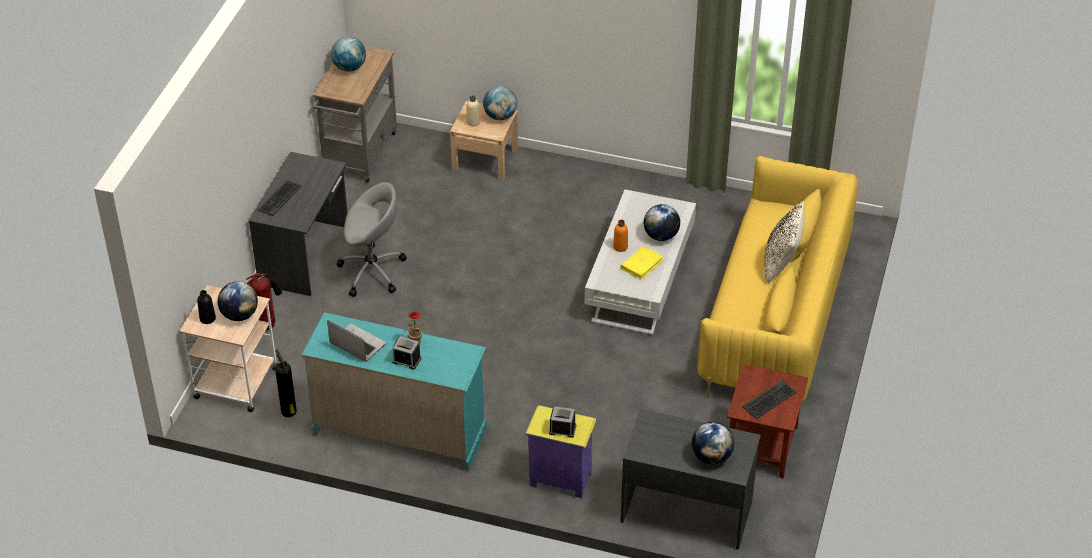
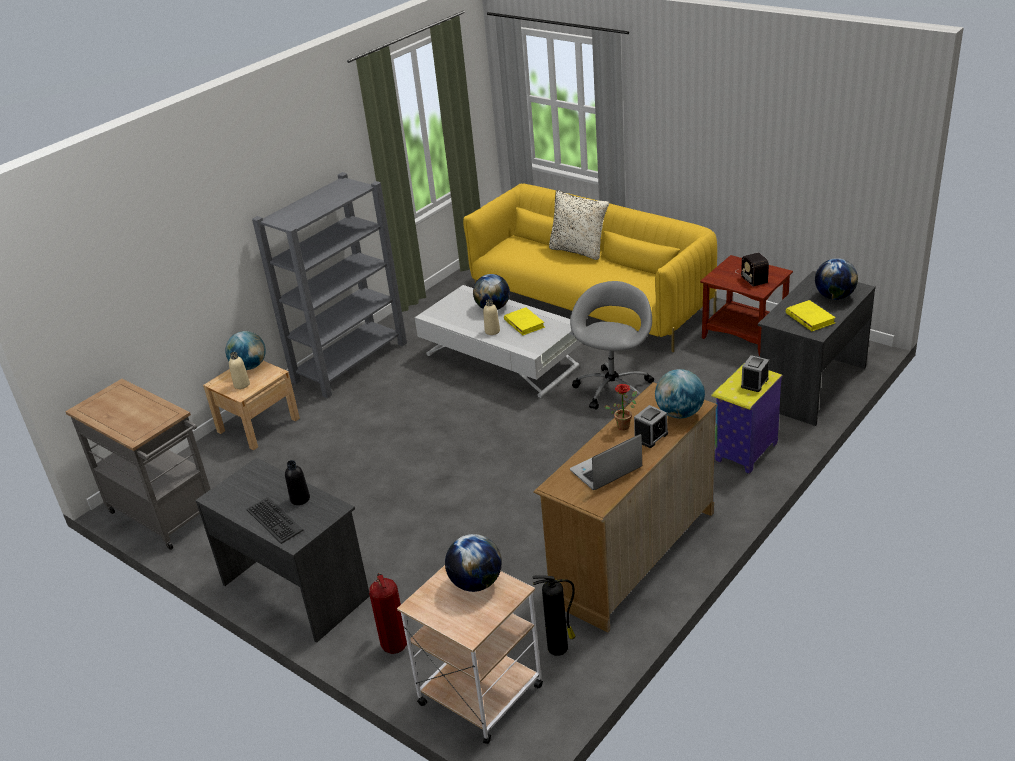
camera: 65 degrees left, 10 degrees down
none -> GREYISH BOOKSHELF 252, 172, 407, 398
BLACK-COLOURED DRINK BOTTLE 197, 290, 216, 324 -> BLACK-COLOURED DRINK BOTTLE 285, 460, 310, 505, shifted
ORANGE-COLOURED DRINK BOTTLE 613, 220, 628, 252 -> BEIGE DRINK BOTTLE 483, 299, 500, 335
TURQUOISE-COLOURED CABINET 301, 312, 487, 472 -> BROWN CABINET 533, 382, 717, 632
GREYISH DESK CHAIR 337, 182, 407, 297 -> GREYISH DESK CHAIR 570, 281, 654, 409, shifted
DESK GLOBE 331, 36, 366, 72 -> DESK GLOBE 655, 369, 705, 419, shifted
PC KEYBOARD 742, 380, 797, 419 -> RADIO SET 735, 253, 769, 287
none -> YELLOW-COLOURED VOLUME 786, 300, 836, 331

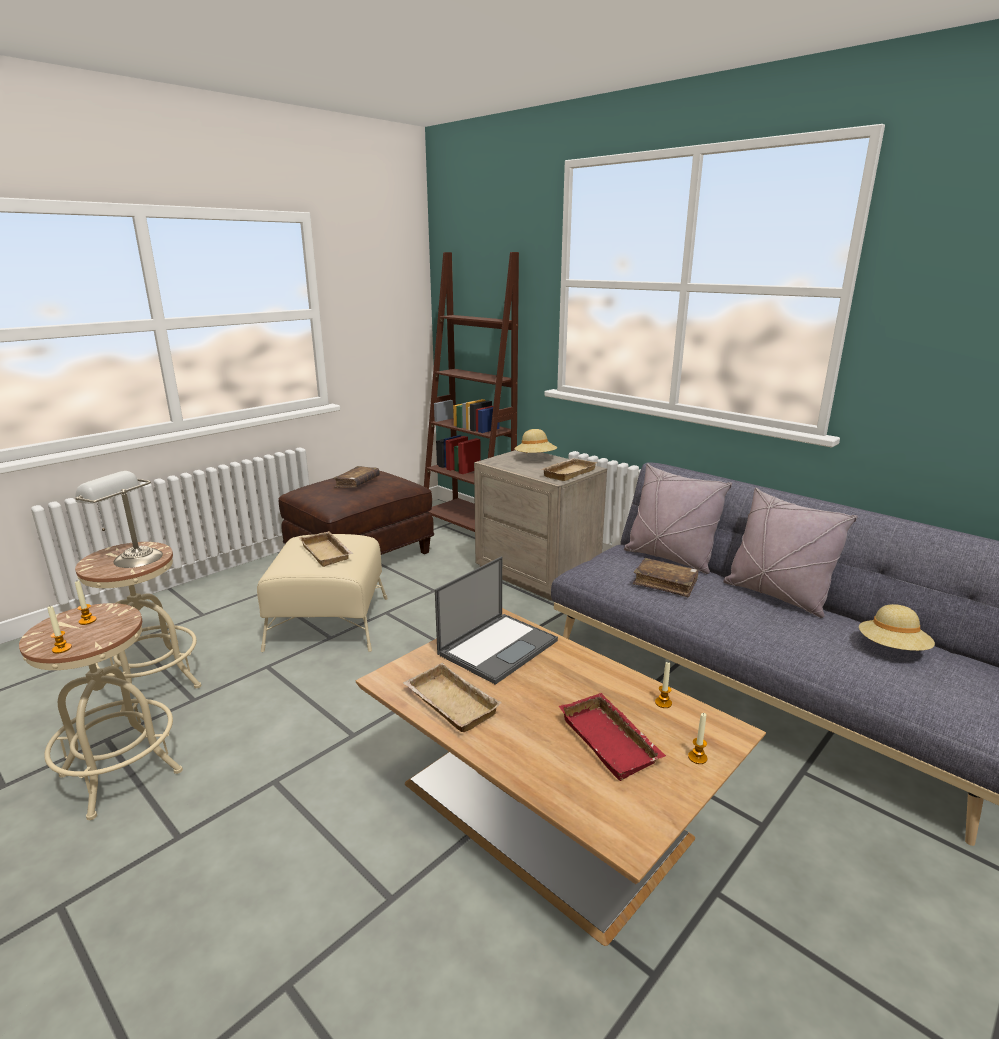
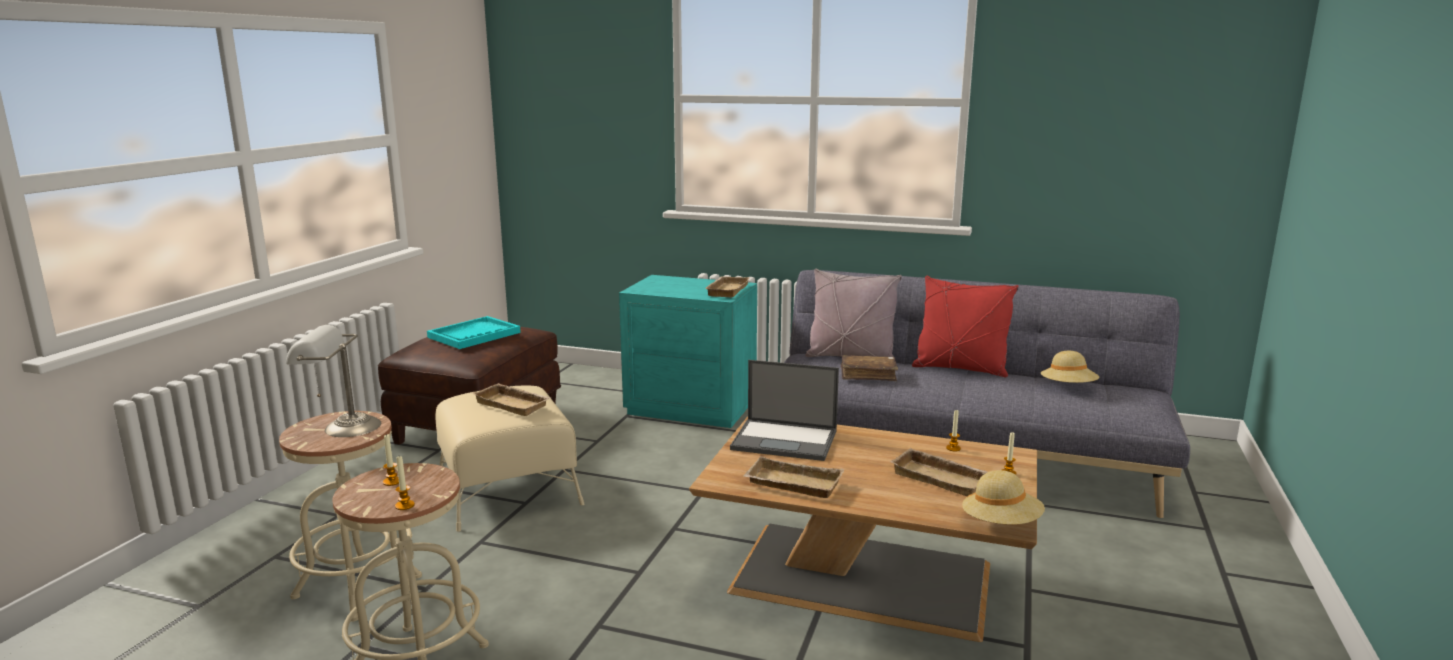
camera: 25 degrees left, 5 degrees down
BROWN VOLUME 333, 466, 380, 488 -> TURQUOISE-COLOURED CARRYING TRAY 427, 316, 521, 349
BEIGE NIGHT TABLE 474, 450, 607, 602 -> TURQUOISE-COLOURED NIGHT TABLE 619, 275, 757, 428
PORTABLE COMPUTER 435, 556, 558, 685 -> PORTABLE COMPUTER 730, 360, 839, 461, 90 degrees clockwise
REDDISH CARRYING TRAY 559, 693, 666, 781 -> BEIGE CARRYING TRAY 890, 448, 987, 496
PURPLISH THROW PILLOW 723, 488, 858, 618 -> REDDISH THROW PILLOW 912, 276, 1019, 377
BEIGE HAT 514, 429, 557, 453 -> BEIGE HAT 962, 470, 1045, 525, shifted
BROWN BOOKSHELF 424, 252, 519, 532 -> none

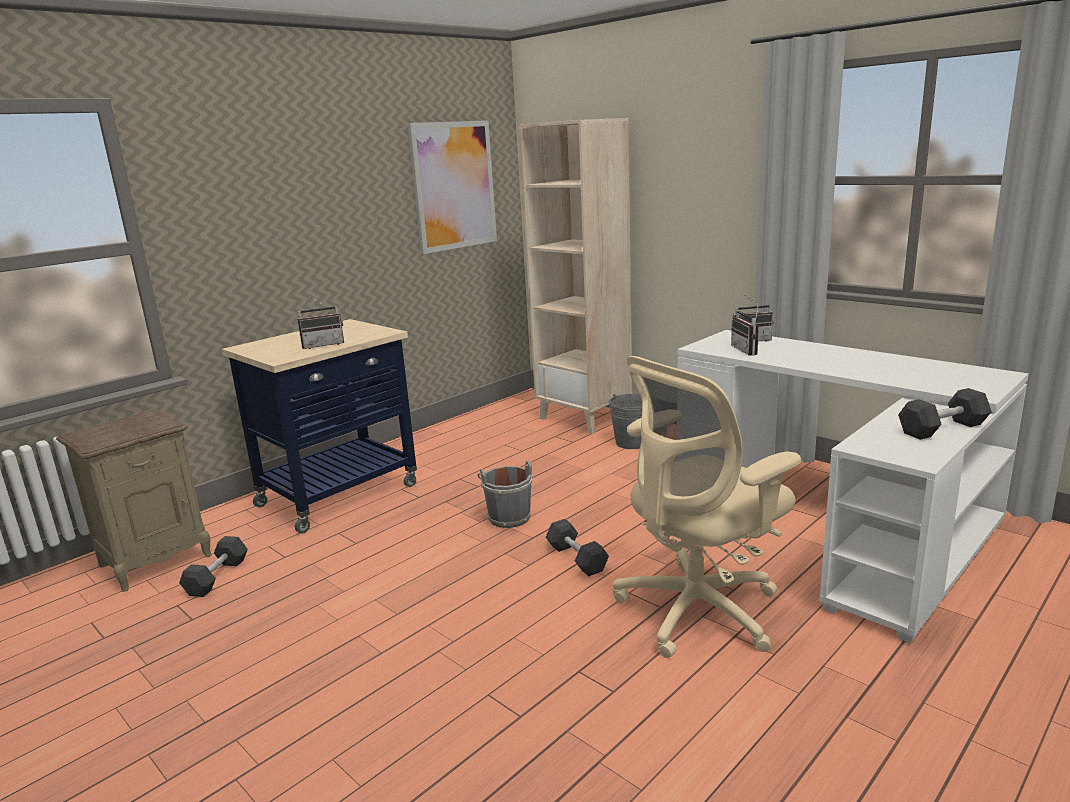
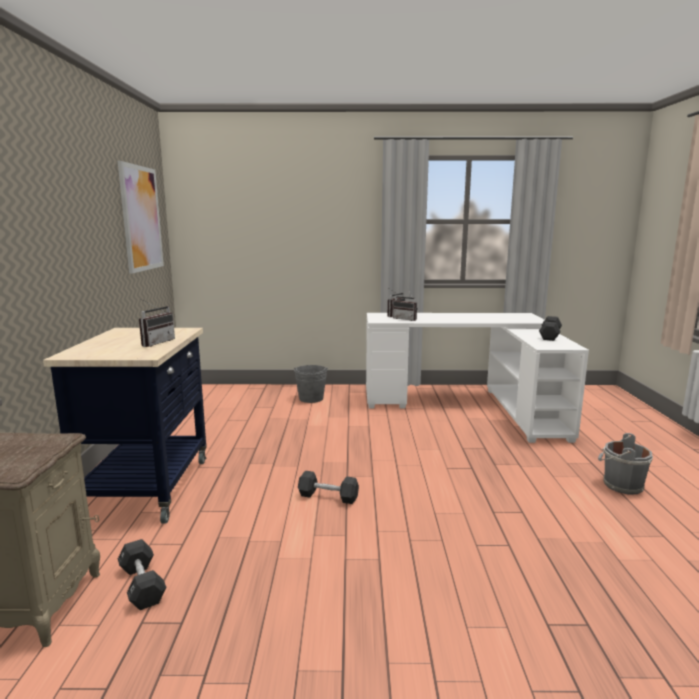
camera: 45 degrees left, 5 degrees down
BLACK-COLOURED HAND WEIGHT 546, 519, 609, 576 -> BLACK-COLOURED HAND WEIGHT 298, 471, 359, 504, shifted
GREYISH BUCKET 478, 461, 533, 528 -> GREYISH BUCKET 598, 433, 653, 494, shifted
BEIGE BOOKSHELF 519, 118, 632, 434 -> none
BEIGE DESK CHAIR 613, 356, 801, 658 -> none

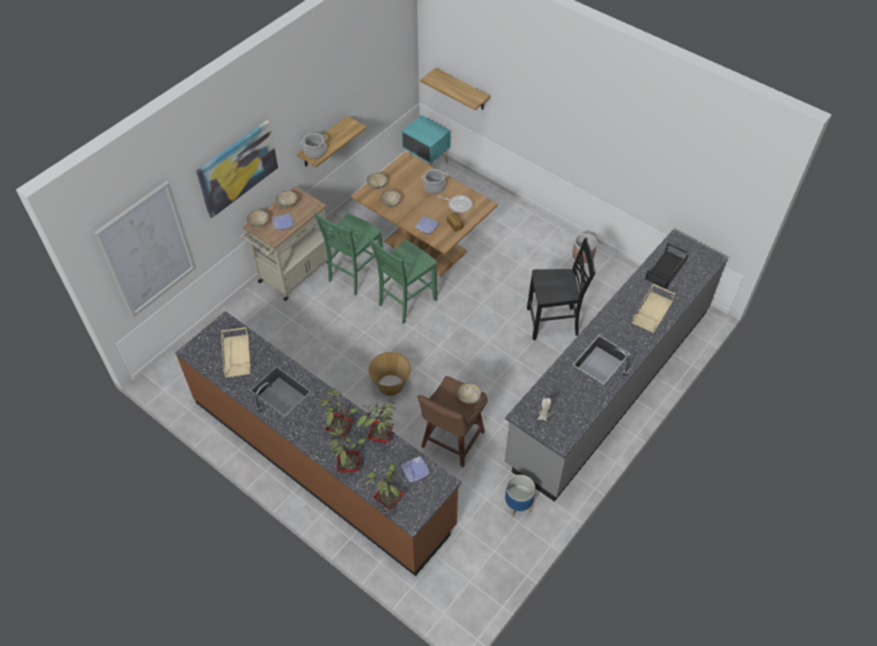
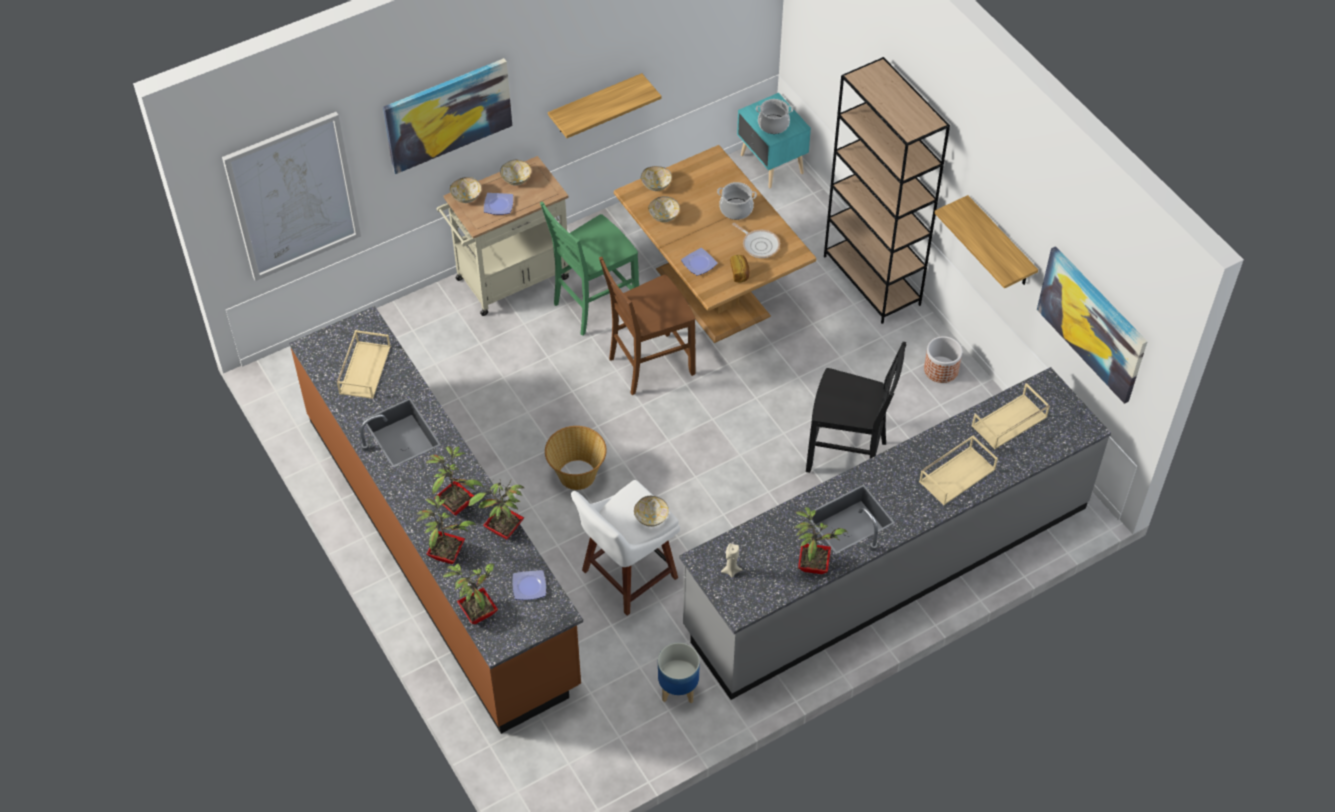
camera: 20 degrees right, 0 degrees up
BROWN STOOL 418, 376, 488, 468 -> WHITE STOOL 571, 480, 680, 615
GREEN-COLOURED CHAIR 368, 237, 438, 324 -> BROWN CHAIR 599, 257, 696, 395
SAUCEPOT 300, 133, 327, 159 -> SAUCEPOT 756, 99, 793, 134, shifted
none -> HOUSEPLANT 794, 507, 848, 574
none -> BEIGE BOOKSHELF 824, 57, 950, 324
WALL SHELF 420, 68, 491, 110 -> WALL SHELF 934, 195, 1038, 289, shifted
BLACK-COLOURED CARRYING TRAY 645, 243, 689, 289 -> BEIGE CARRYING TRAY 972, 383, 1050, 450
none -> WALL PICTURE 1037, 246, 1148, 404

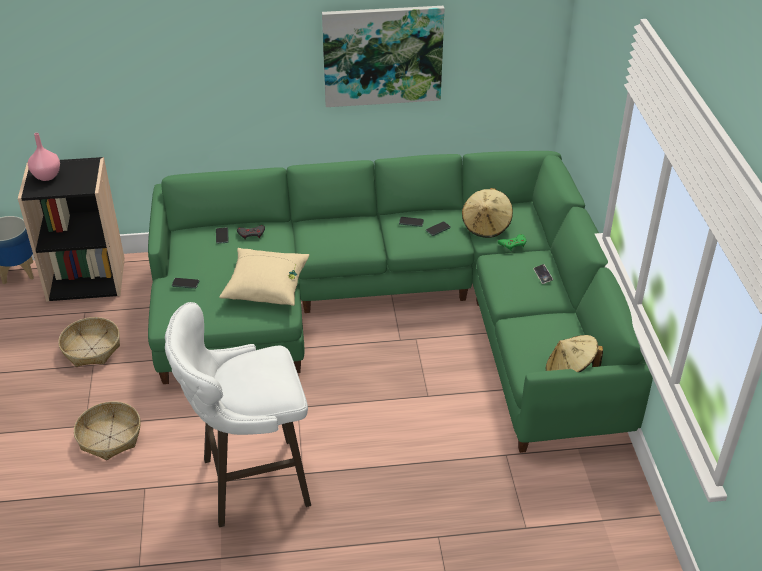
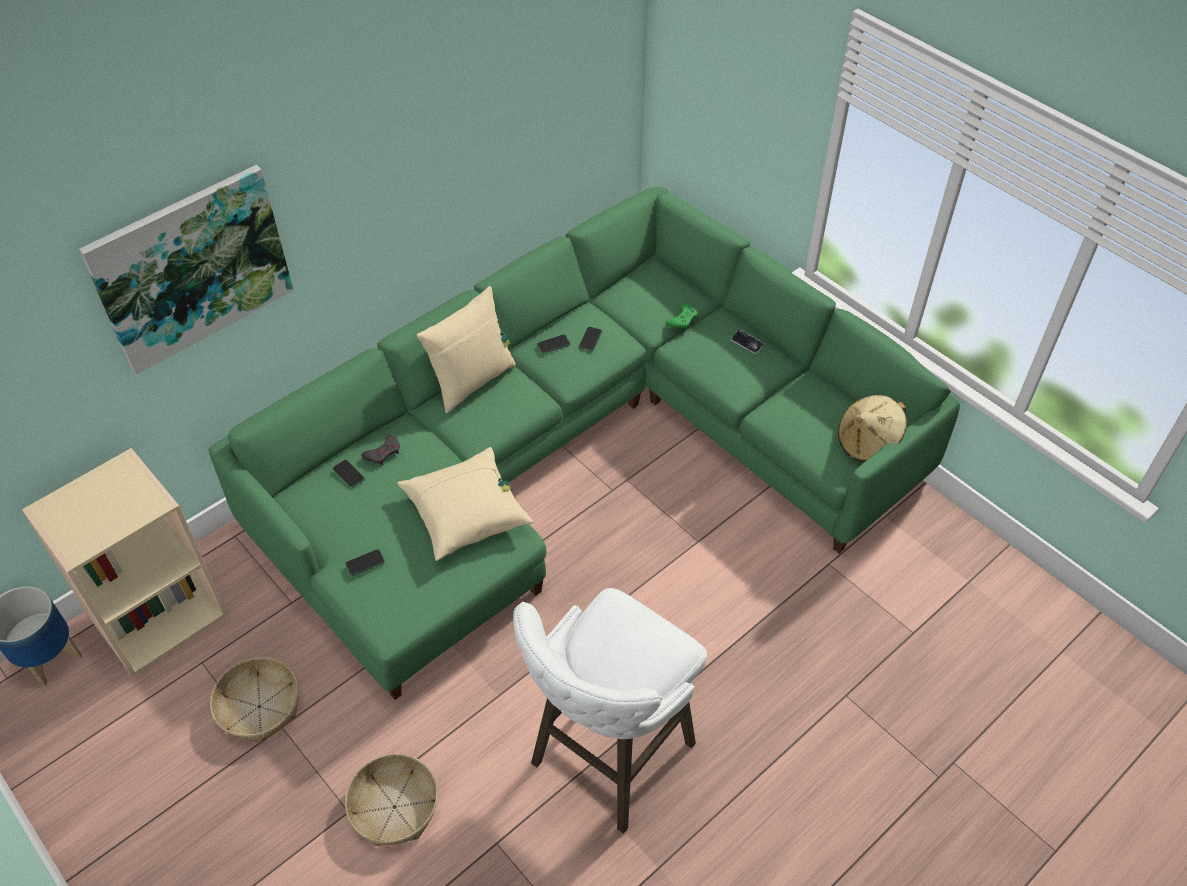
camera: 35 degrees left, 10 degrees up
BLACK-COLOURED BOOKSHELF 18, 157, 125, 302 -> BEIGE BOOKSHELF 22, 448, 228, 677
WALL PICTURE 322, 6, 444, 107 -> WALL PICTURE 79, 165, 293, 374, shifted
none -> BEIGE THROW PILLOW 416, 286, 516, 413
PINK-COLOURED FLOWER VASE 28, 133, 60, 181 -> none
BEIGE HAT 462, 188, 513, 238 -> none

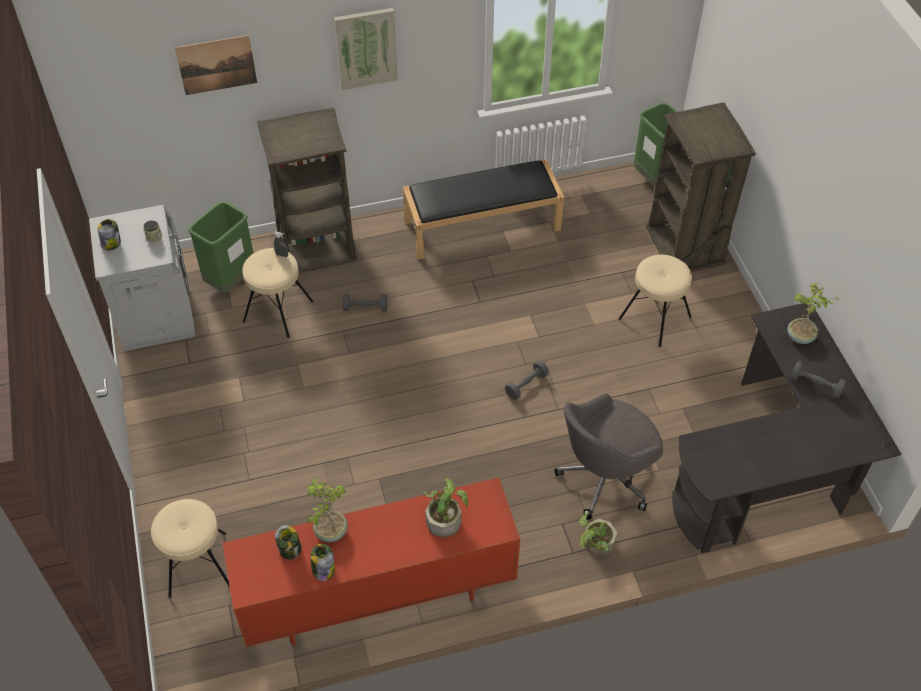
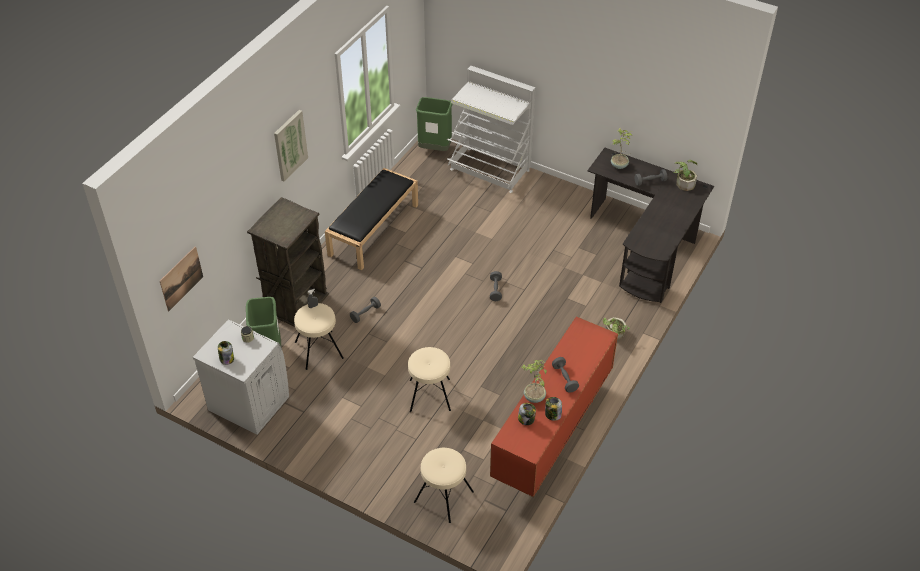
camera: 45 degrees left, 5 degrees down
WALL PICTURE 175, 35, 257, 95 -> WALL PICTURE 160, 246, 203, 311, shifted
BEIGE STOOL 619, 255, 692, 347 -> BEIGE STOOL 408, 347, 451, 412, shifted
BROWN BOOKSHELF 646, 103, 756, 272 -> WHITE SHOE SHELF 447, 66, 536, 193
none -> GREYISH HAND WEIGHT 552, 357, 579, 393
HOUSEPLANT 423, 479, 468, 538 -> HOUSEPLANT 673, 160, 697, 191, shifted
GREYISH DESK CHAIR 554, 394, 663, 520 -> none

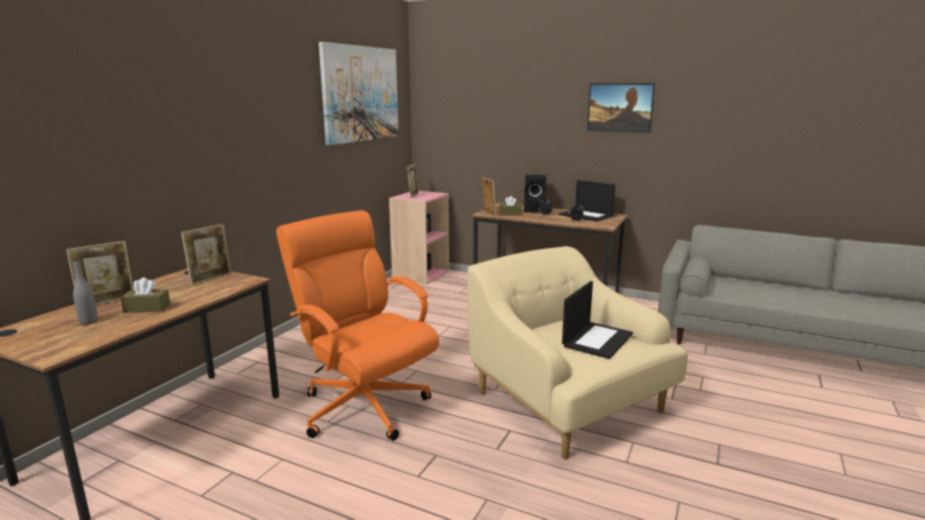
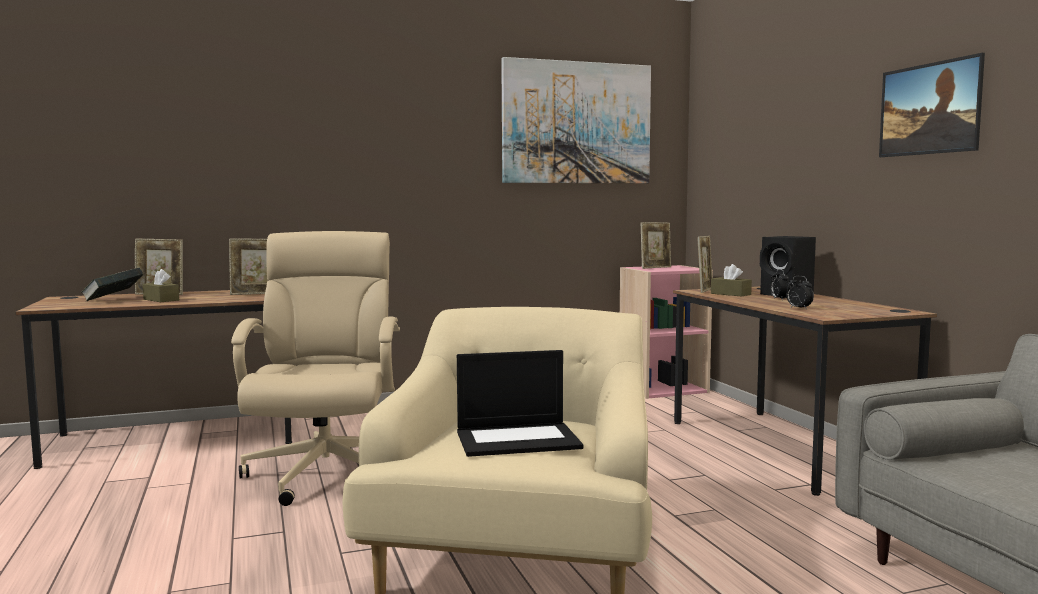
camera: 45 degrees right, 10 degrees down
GREYISH DRINK BOTTLE 73, 259, 98, 325 -> VOLUME 81, 268, 143, 301
ORANGE-COLOURED DESK CHAIR 276, 210, 439, 441 -> BEIGE DESK CHAIR 231, 231, 400, 506
PORTABLE COMPUTER 559, 180, 616, 222 -> none

